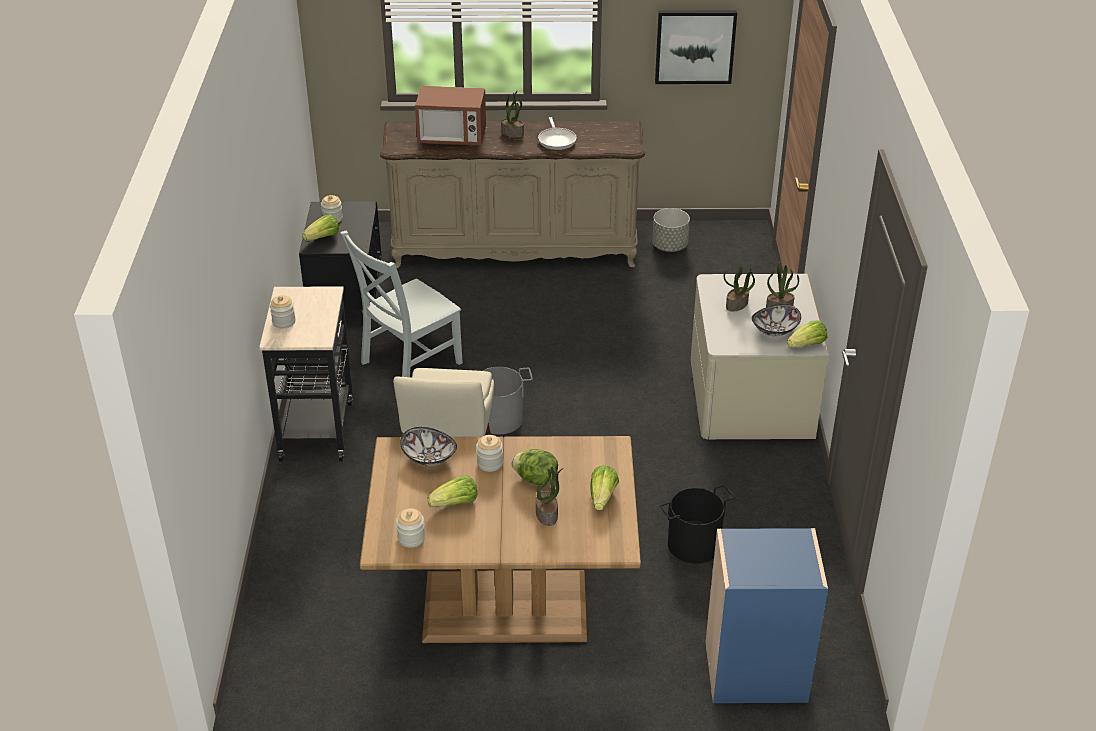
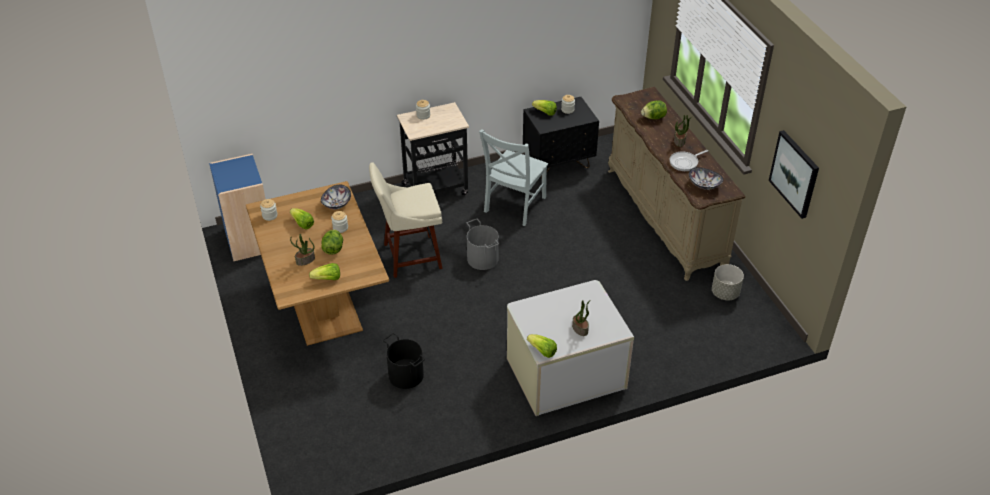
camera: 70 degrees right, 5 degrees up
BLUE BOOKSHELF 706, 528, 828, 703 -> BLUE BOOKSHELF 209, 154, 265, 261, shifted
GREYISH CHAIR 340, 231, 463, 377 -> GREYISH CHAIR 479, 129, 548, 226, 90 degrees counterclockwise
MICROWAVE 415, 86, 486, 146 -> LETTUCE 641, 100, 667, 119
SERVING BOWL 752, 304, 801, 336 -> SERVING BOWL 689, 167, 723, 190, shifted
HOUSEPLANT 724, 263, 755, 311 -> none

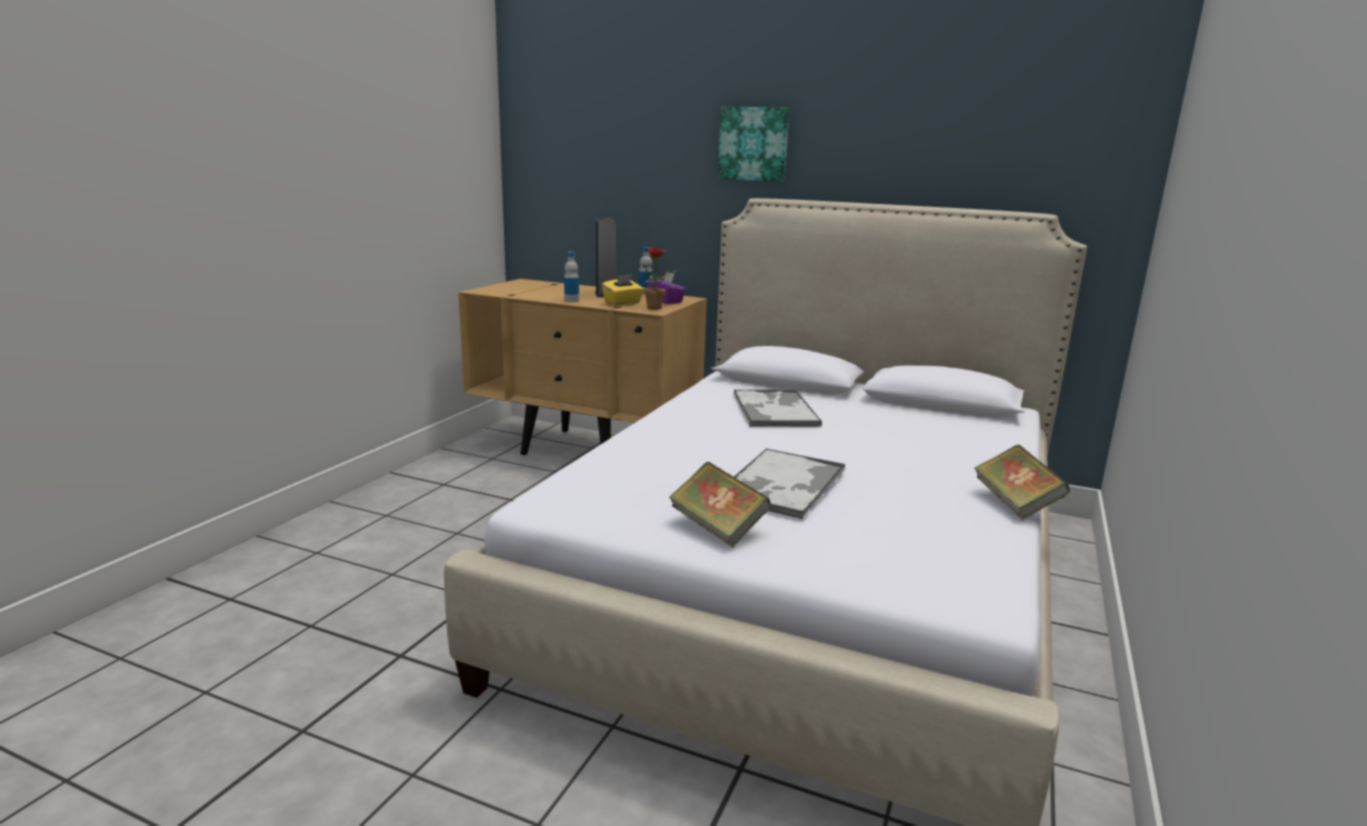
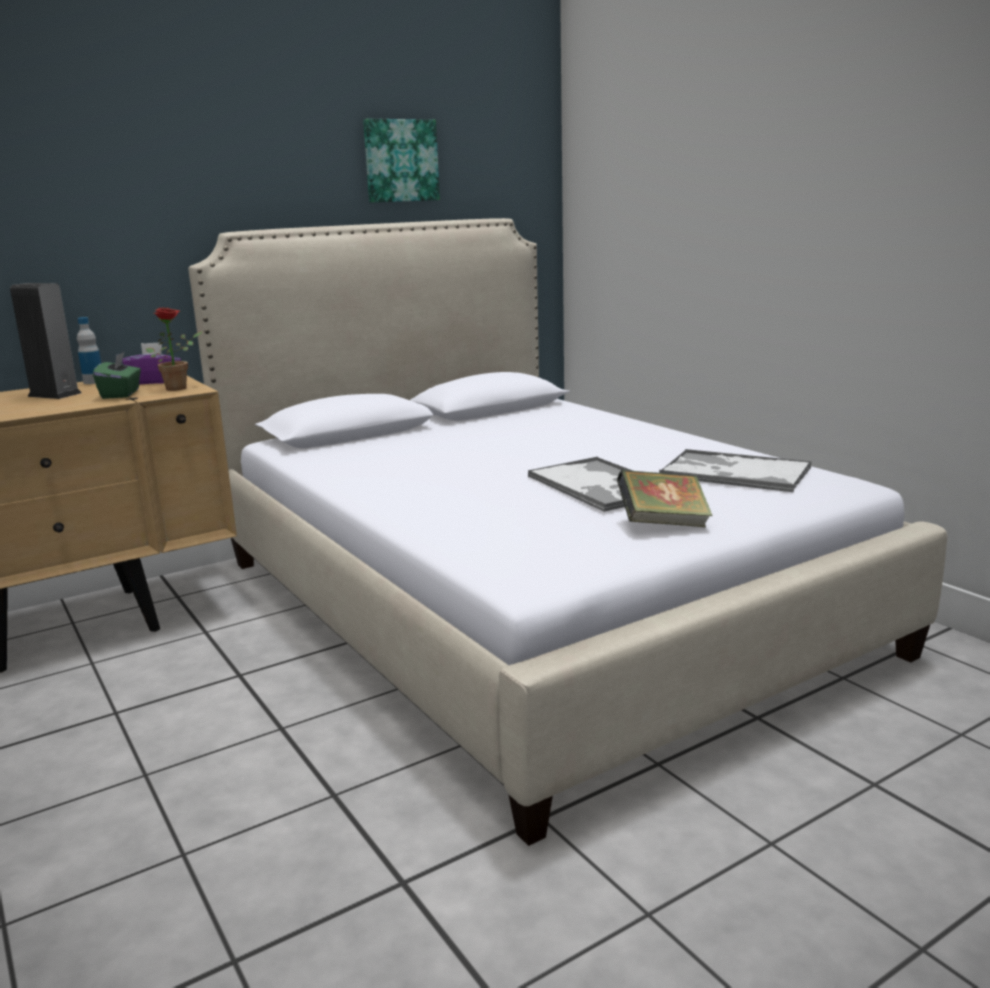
camera: 55 degrees left, 0 degrees up
YELLOW-COLOURED TISSUE HOLDER 601, 274, 644, 306 -> GREEN-COLOURED TISSUE HOLDER 93, 351, 141, 399
WALL PICTURE 718, 107, 789, 182 -> WALL PICTURE 363, 119, 440, 202, shifted
CARRYING TRAY 734, 390, 822, 427 -> CARRYING TRAY 659, 449, 811, 492, shifted
DRINK BOTTLE 564, 252, 579, 302 -> none
VOLUME 974, 445, 1070, 520 -> none

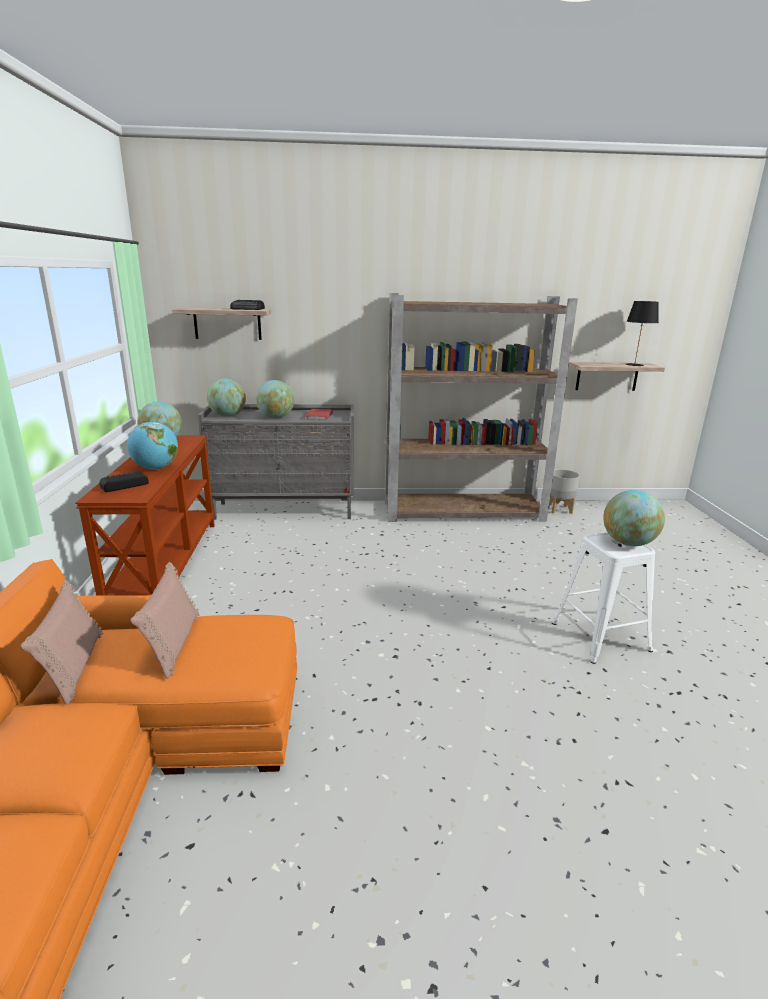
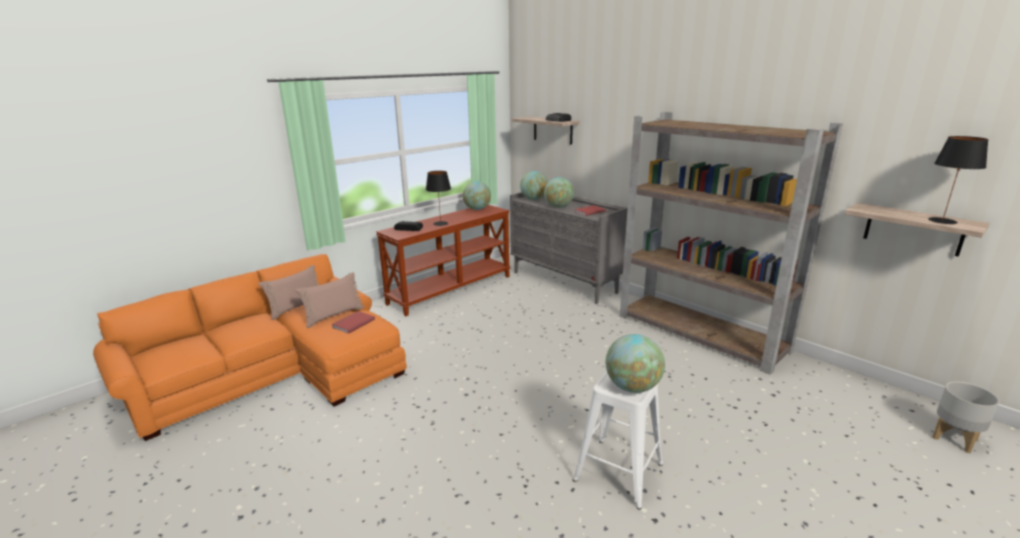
camera: 50 degrees right, 0 degrees up
none -> REDDISH VOLUME 331, 311, 375, 334
DESK GLOBE 127, 422, 178, 470 -> BLACK-COLOURED TABLE LAMP 426, 171, 451, 226
GREYISH PLANT POT 549, 469, 580, 514 -> GREYISH PLANT POT 932, 381, 999, 453, shifted

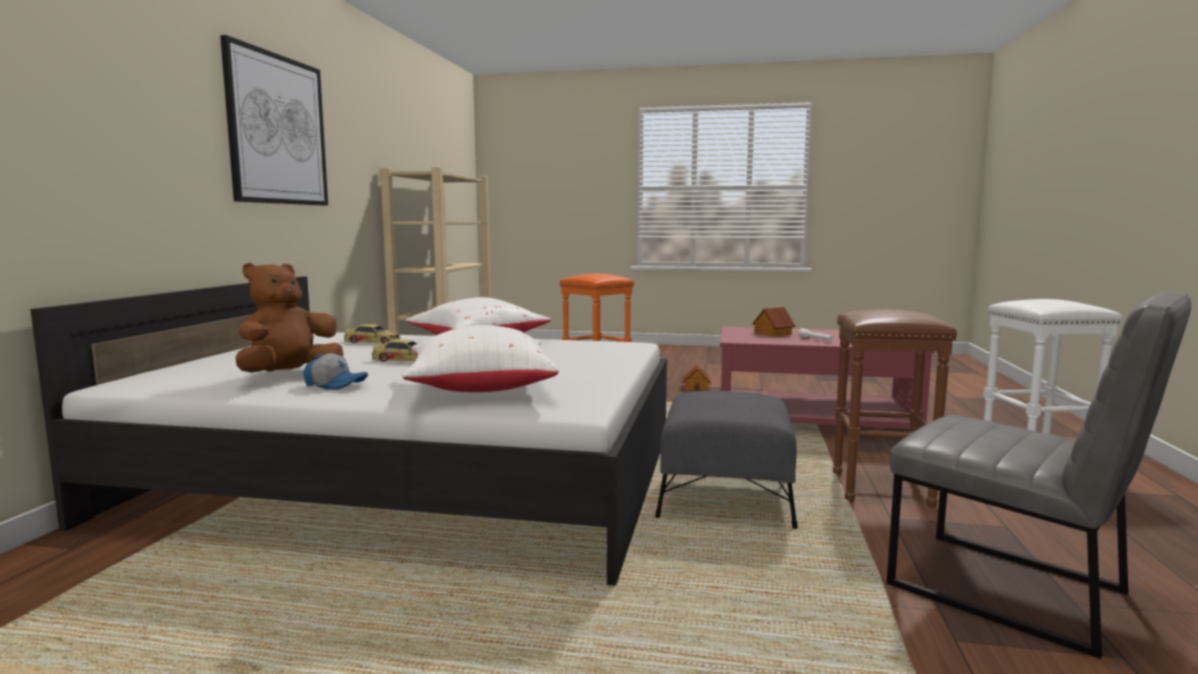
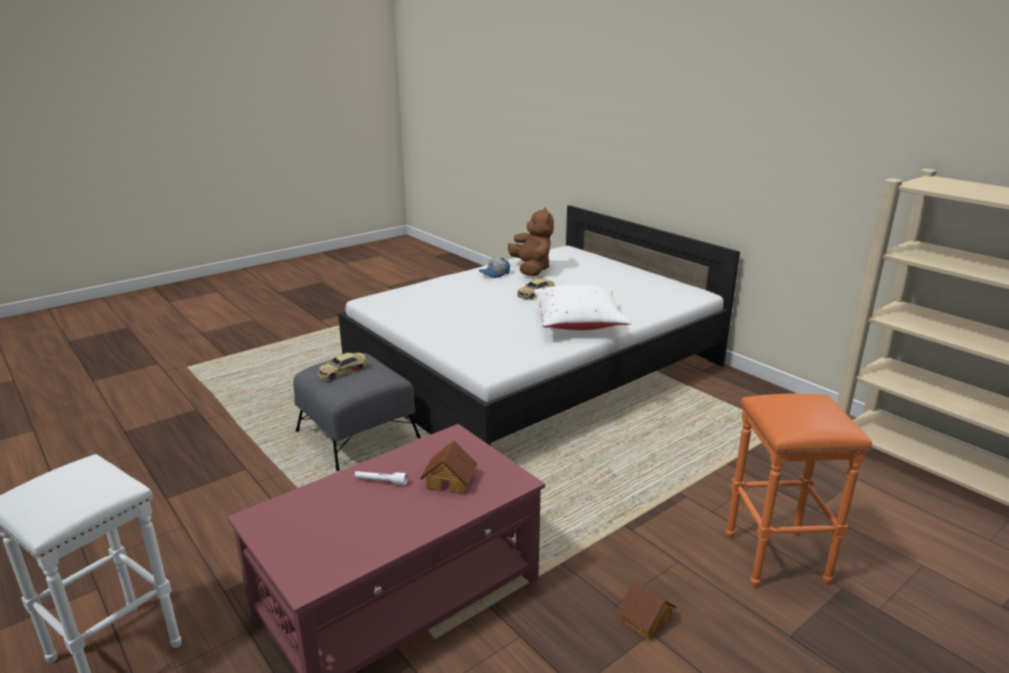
camera: 130 degrees right, 15 degrees up
MINIATURE CAR 344, 324, 400, 344 -> MINIATURE CAR 318, 353, 368, 380, shifted
WALL PICTURE 220, 35, 328, 206 -> none
WHITE THROW PILLOW 402, 325, 559, 392 -> none
BROWN STOOL 833, 309, 957, 507 -> none
GREYISH CHAIR 887, 291, 1191, 659 -> none

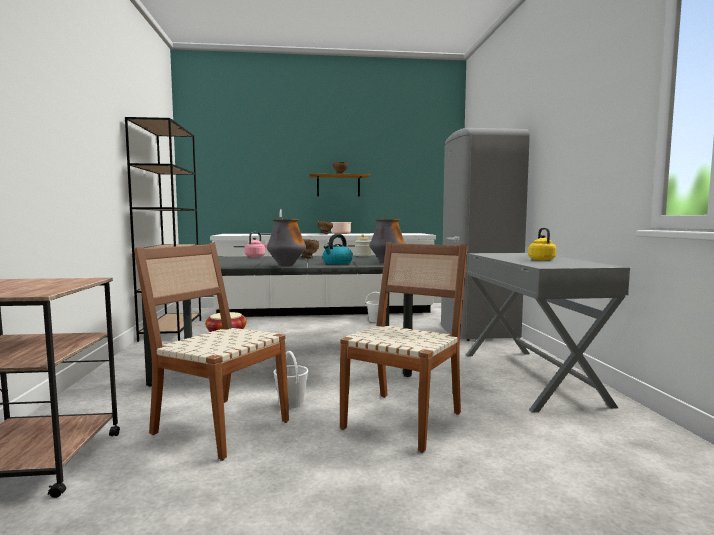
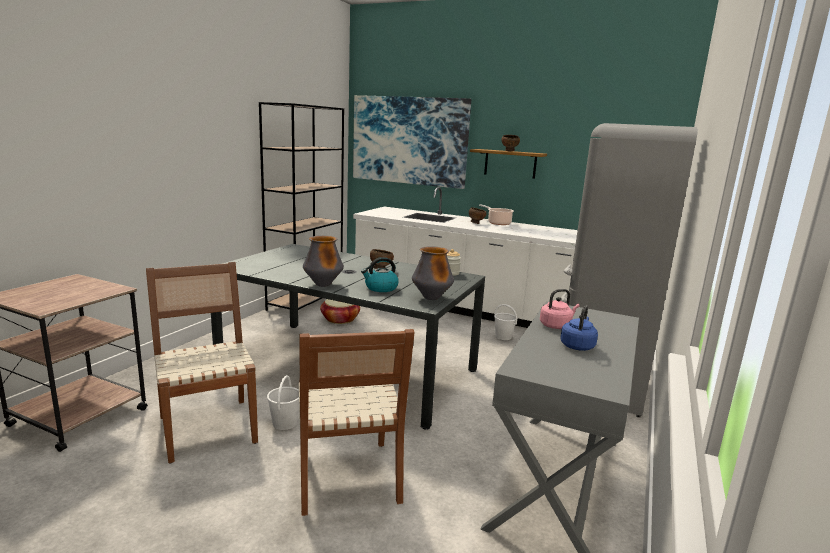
camera: 30 degrees right, 10 degrees up
CHAIR 340, 242, 468, 453 -> CHAIR 299, 329, 414, 516, 105 degrees clockwise
none -> WALL PICTURE 353, 95, 471, 189
PINK-COLOURED TEA KETTLE 244, 232, 268, 257 -> PINK-COLOURED TEA KETTLE 540, 289, 580, 329, shifted
YELLOW-COLOURED TEA KETTLE 528, 228, 556, 260 -> BLUE TEA KETTLE 560, 305, 598, 351

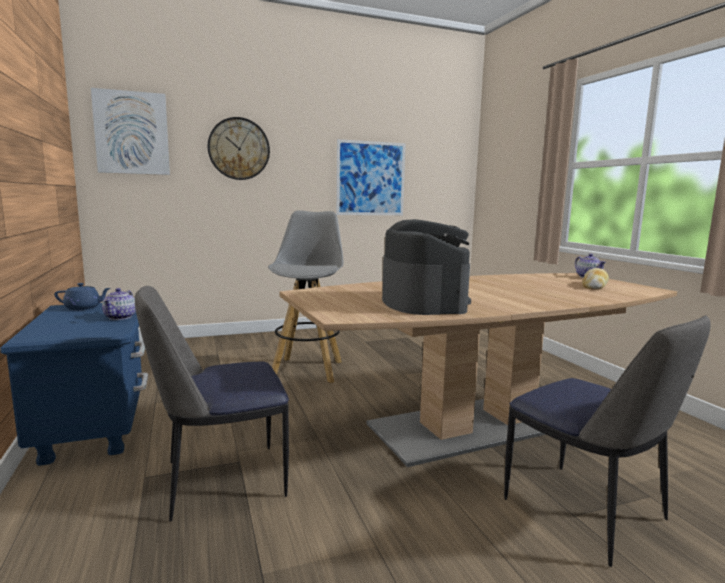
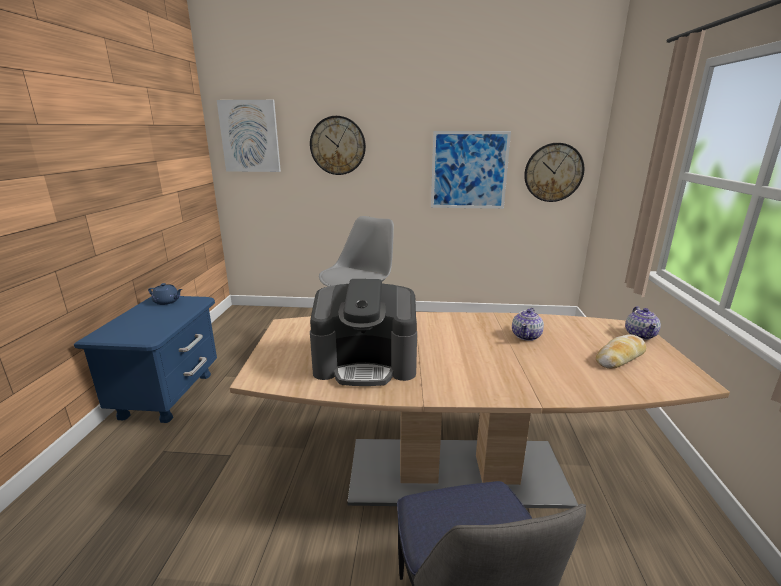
camera: 25 degrees right, 10 degrees up
COFFEE MACHINE 382, 219, 471, 315 -> COFFEE MACHINE 310, 279, 417, 386, 75 degrees clockwise
TEA POT 102, 288, 136, 320 -> TEA POT 512, 308, 544, 341, shifted
none -> HANGING CLOCK 524, 143, 584, 202
CHAIR 135, 286, 289, 521 -> none

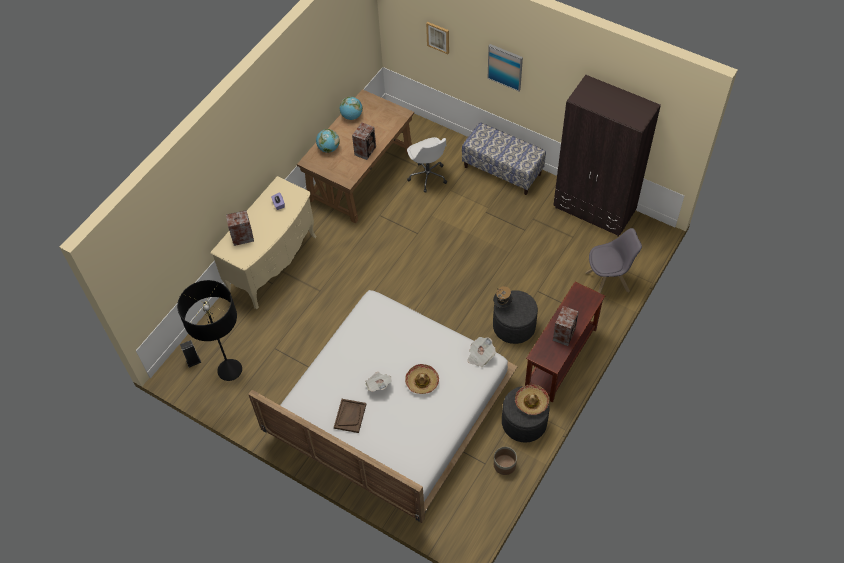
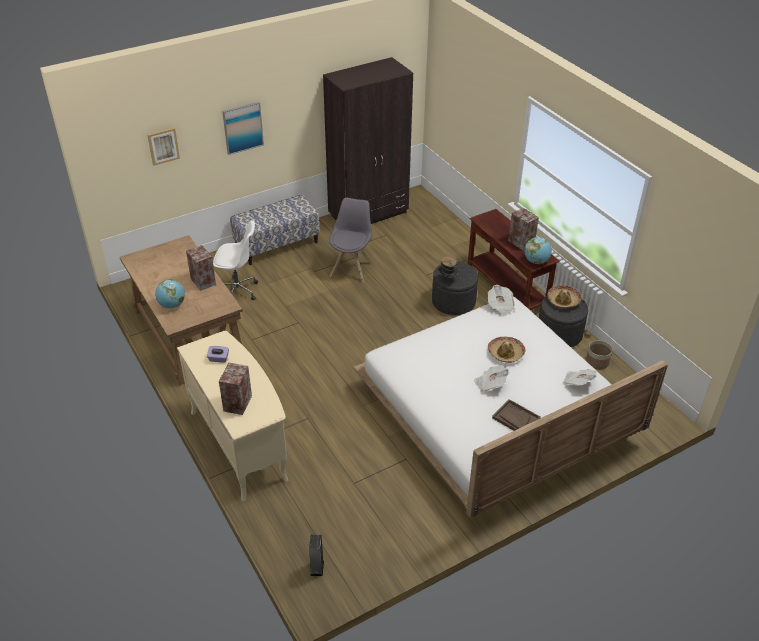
camera: 65 degrees left, 15 degrees down
GREYISH CHAIR 585, 228, 642, 293 -> GREYISH CHAIR 329, 198, 372, 283, shifted
DESK GLOBE 339, 97, 363, 120 -> DESK GLOBE 524, 237, 552, 264, shifted
none -> PRINTED PAPER 563, 369, 597, 385
BLACK-COLOURED STANDING LAMP 177, 280, 242, 381 -> none

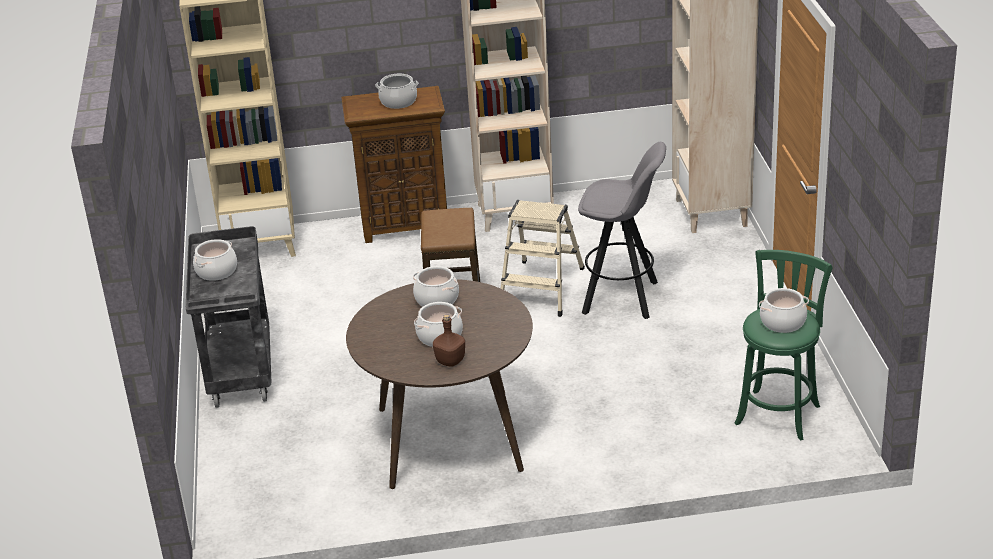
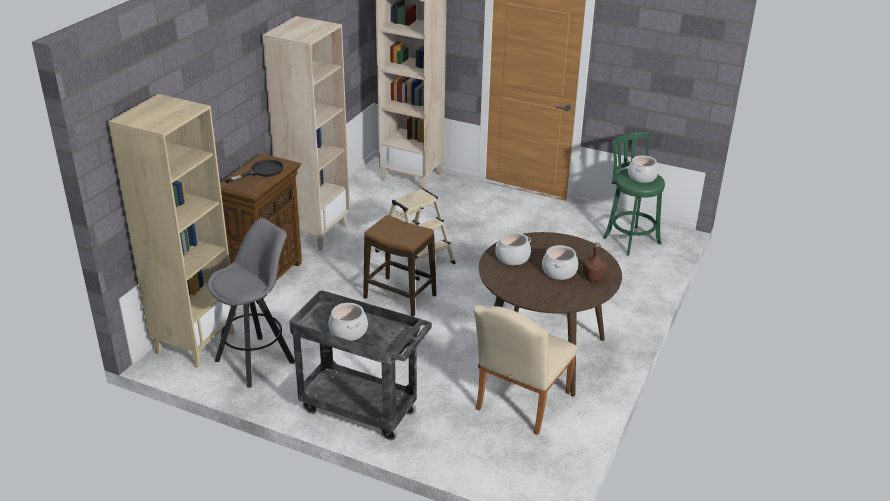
camera: 60 degrees left, 0 degrees up
GREYISH STOOL 578, 142, 666, 319 -> GREYISH STOOL 208, 218, 295, 388, shifted
SAUCEPOT 375, 74, 418, 109 -> BLACK-COLOURED SKILLET 224, 159, 284, 183
none -> BEIGE CHAIR 474, 305, 577, 435

